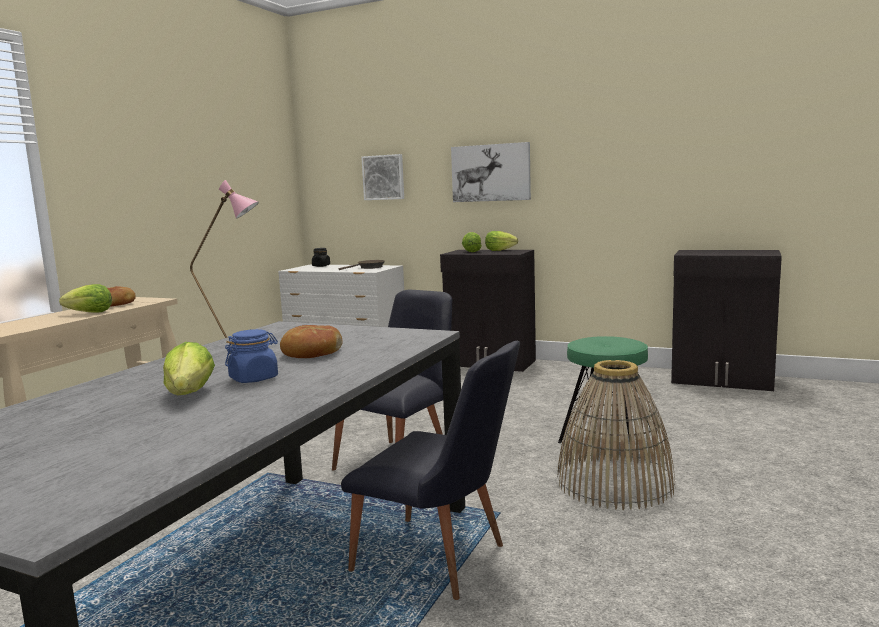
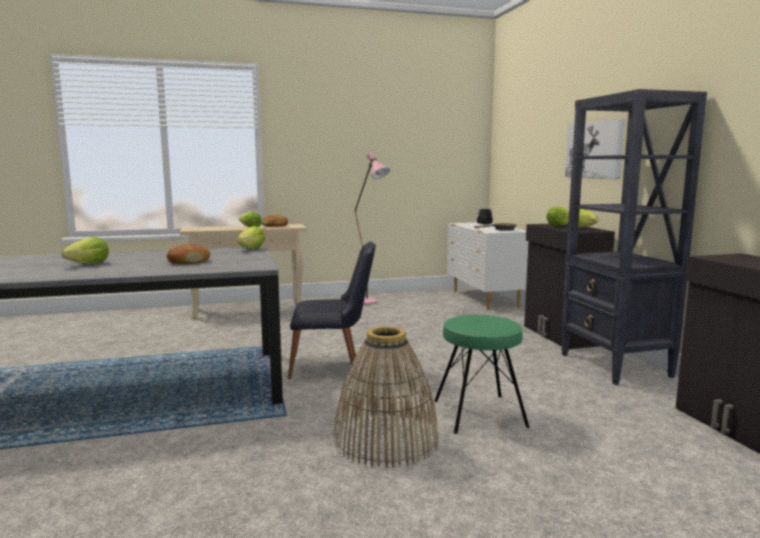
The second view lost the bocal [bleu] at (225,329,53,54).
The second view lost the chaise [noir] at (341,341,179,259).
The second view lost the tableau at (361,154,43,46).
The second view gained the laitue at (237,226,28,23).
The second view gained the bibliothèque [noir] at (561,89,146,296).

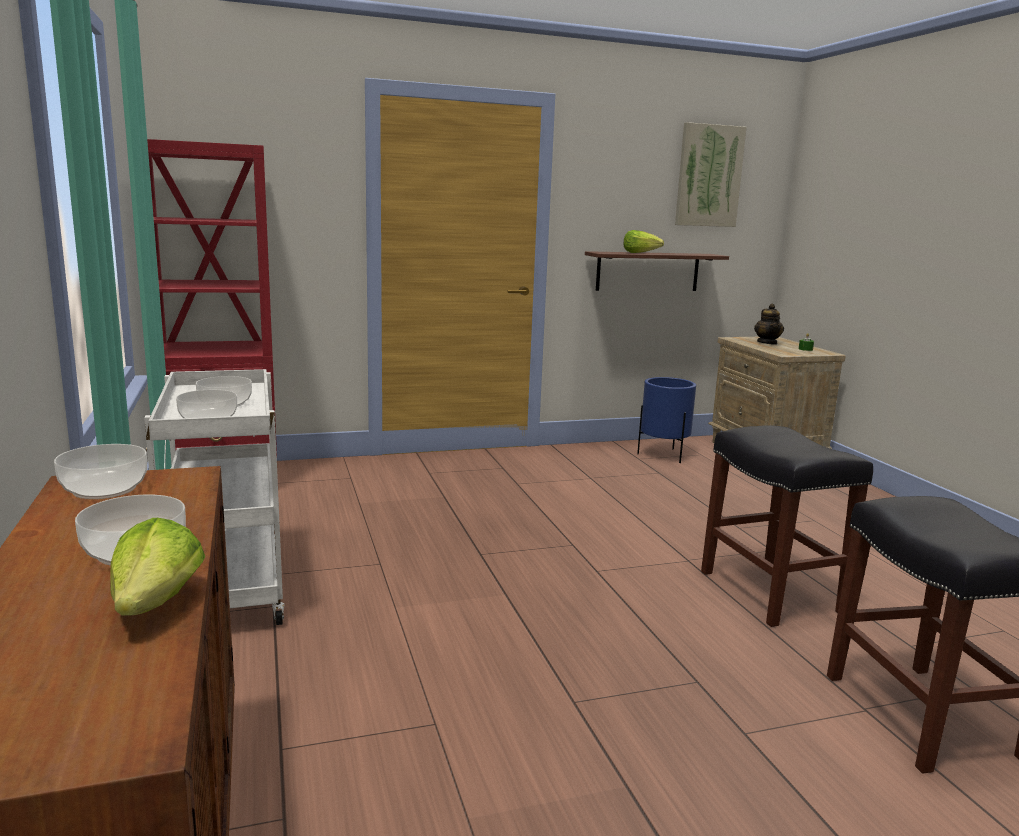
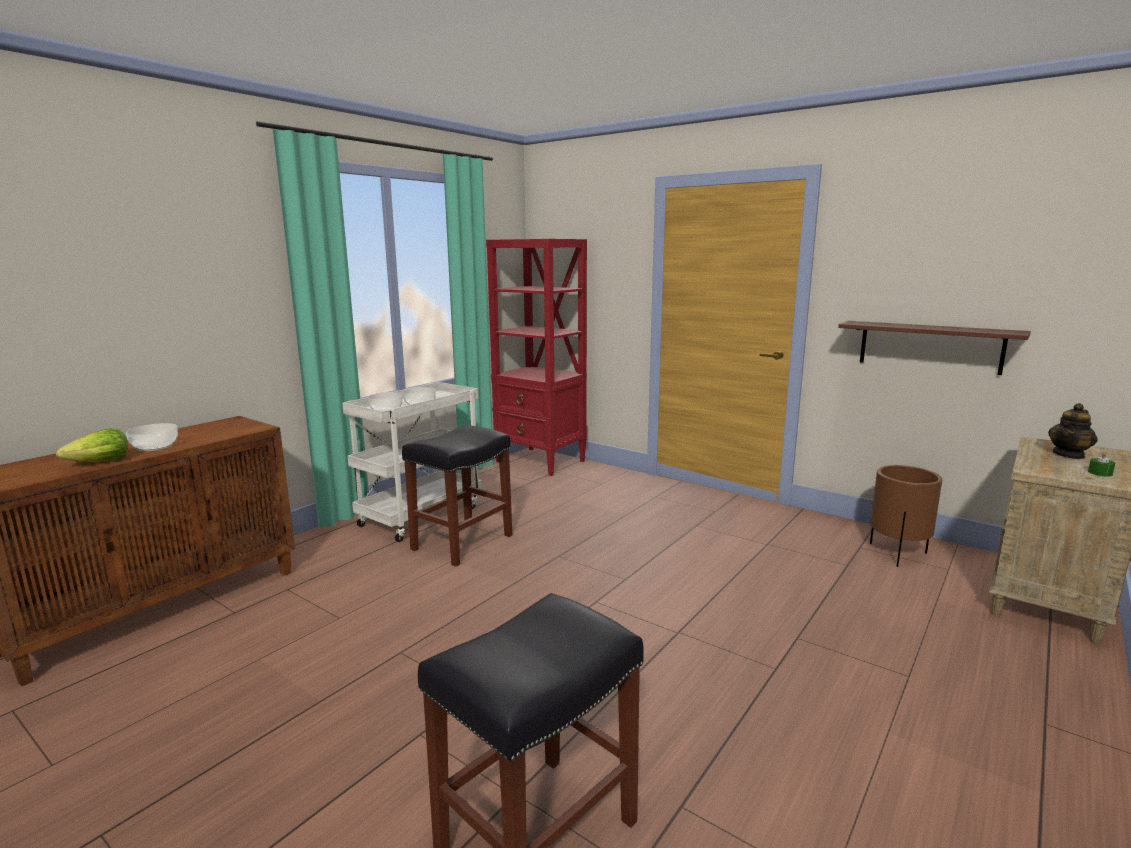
The second view lost the bol at (54,444,93,55).
The second view lost the laitue at (624,230,40,23).
What was the cache-pot [bleu] at (637,377,59,86) turned into the cache-pot [marron] at (870,465,72,102).
The second view lost the tableau at (675,122,72,105).
The tabouret [noir] ended up elsewhere, having gone from (701,425,172,202) to (402,426,110,141).

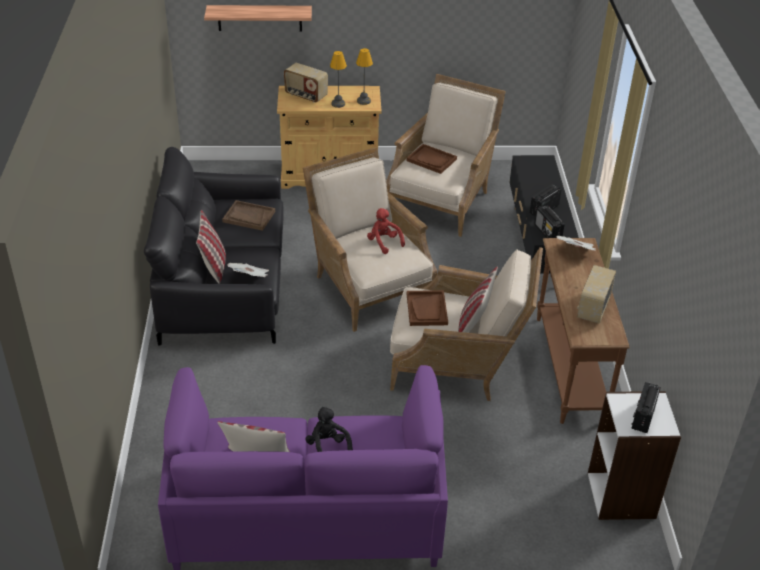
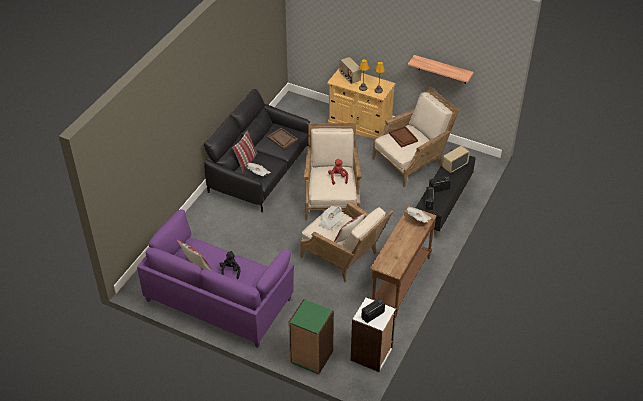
The étagère ended up elsewhere, having gone from (204,5,108,26) to (408,55,66,29).
Where the plateau [marron] stood at (407,290,41,36), the journal came to stand at (319,206,24,24).
The radio ended up elsewhere, having gone from (577,265,39,59) to (442,145,28,28).
The second view gained the bibliothèque [vert] at (288,299,46,76).

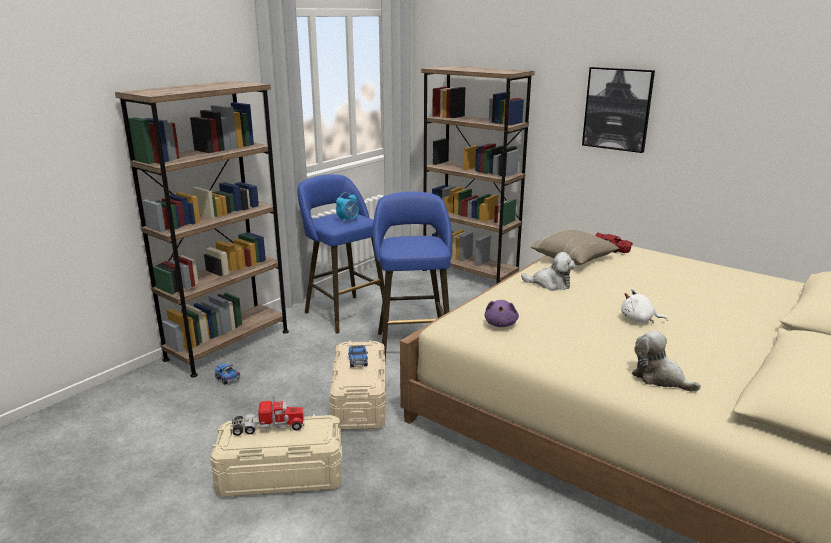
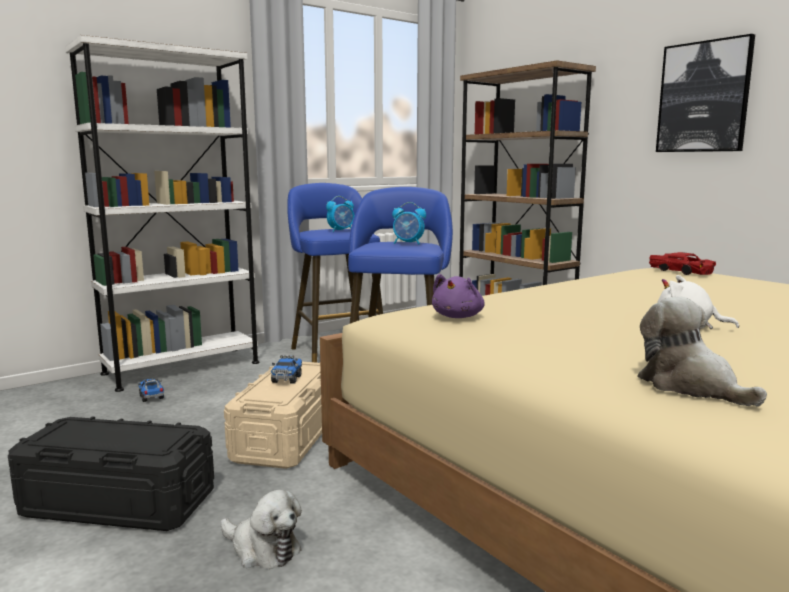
What was the bibliothèque [marron] at (115,81,174,296) turned into the bibliothèque [blanc] at (65,35,195,357).
What was the boîte de rangement [beige] at (210,414,132,83) turned into the boîte de rangement [noir] at (8,417,206,114).
The second view lost the camion jouet at (230,396,74,40).
The peluche ended up elsewhere, having gone from (521,252,55,39) to (220,490,82,79).
The second view lost the coussin [beige] at (530,229,89,36).
The second view gained the réveil at (392,202,34,42).

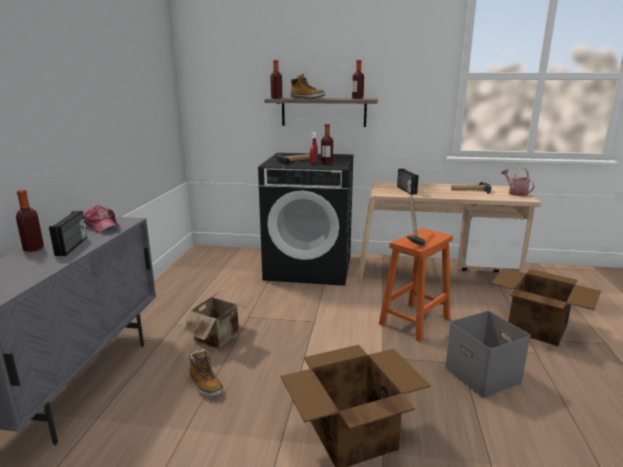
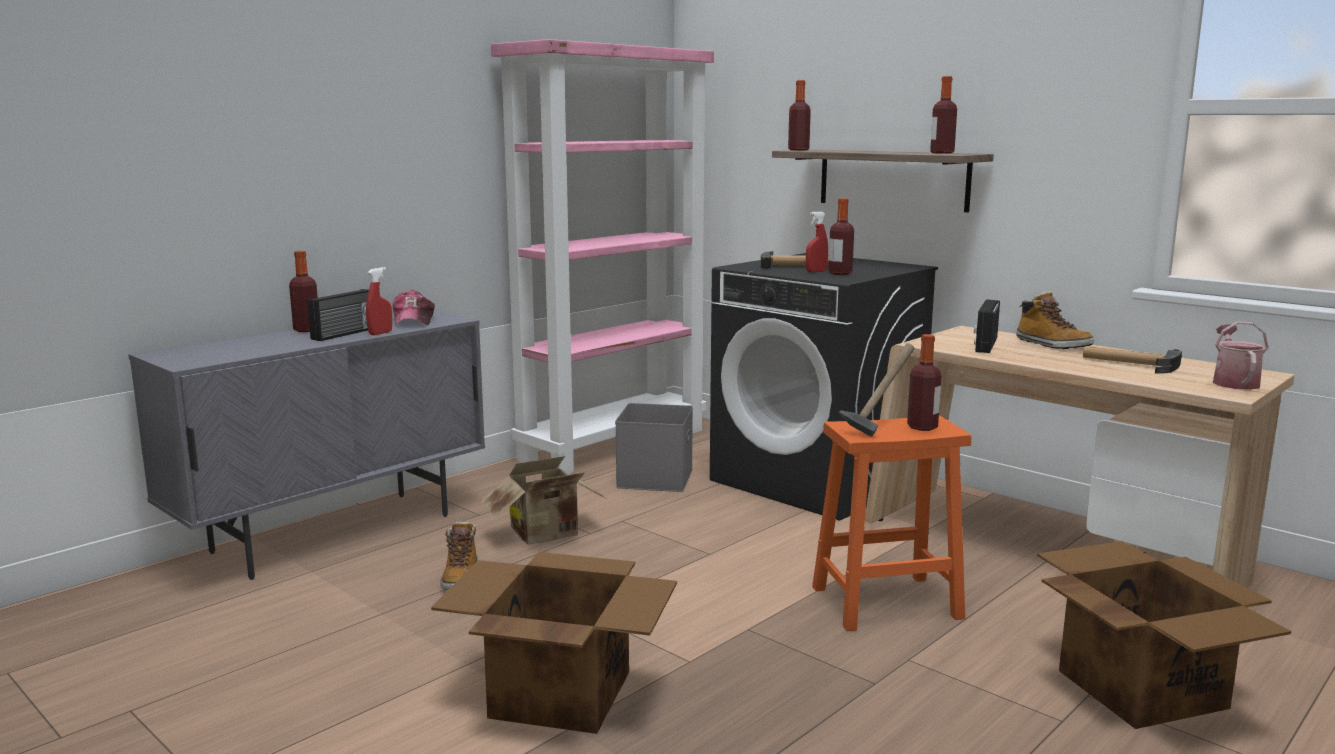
The botte ended up elsewhere, having gone from (290,74,35,25) to (1016,291,79,58).
The boîte de rangement [gris] ended up elsewhere, having gone from (445,311,86,87) to (615,403,78,89).
The second view gained the vaporisateur [rouge] at (366,267,26,68).
The second view gained the bibliothèque [rose] at (491,39,223,435).
The second view gained the bouteille at (907,334,34,97).

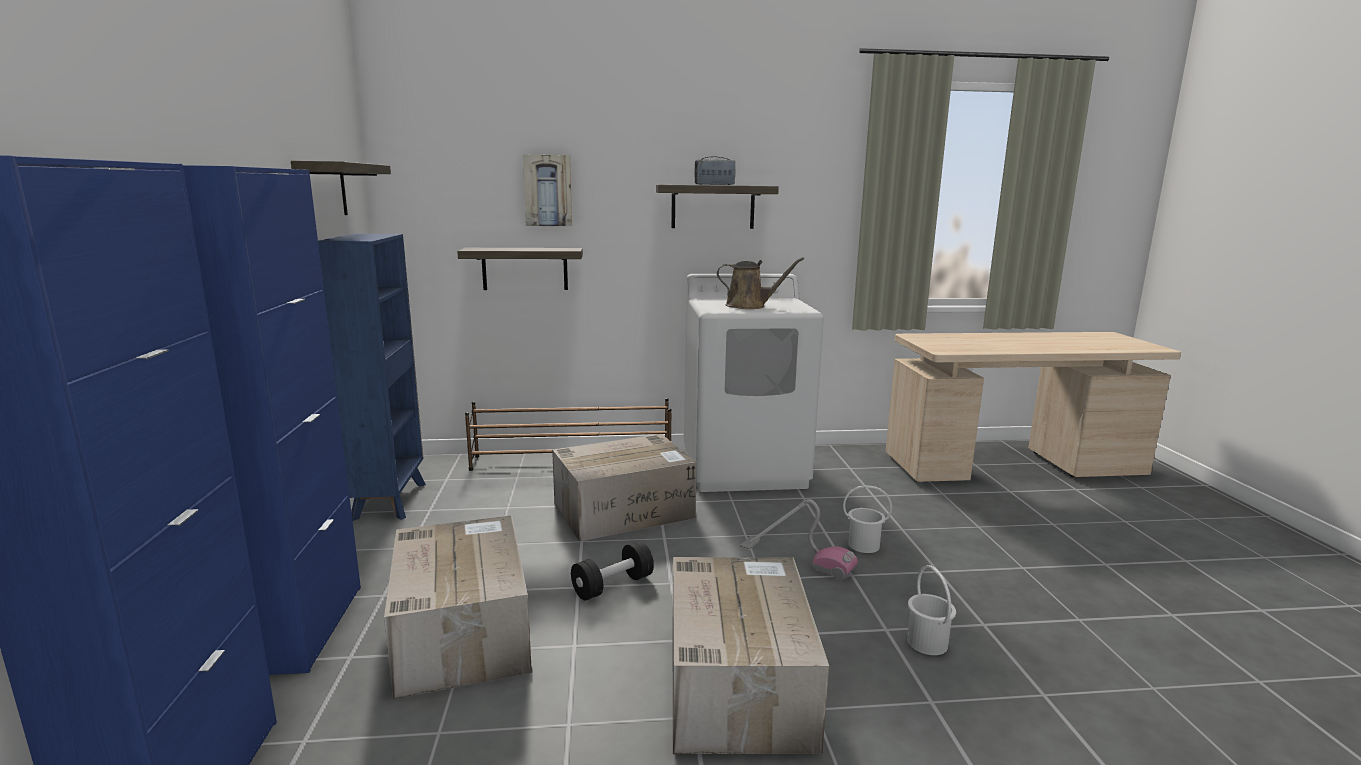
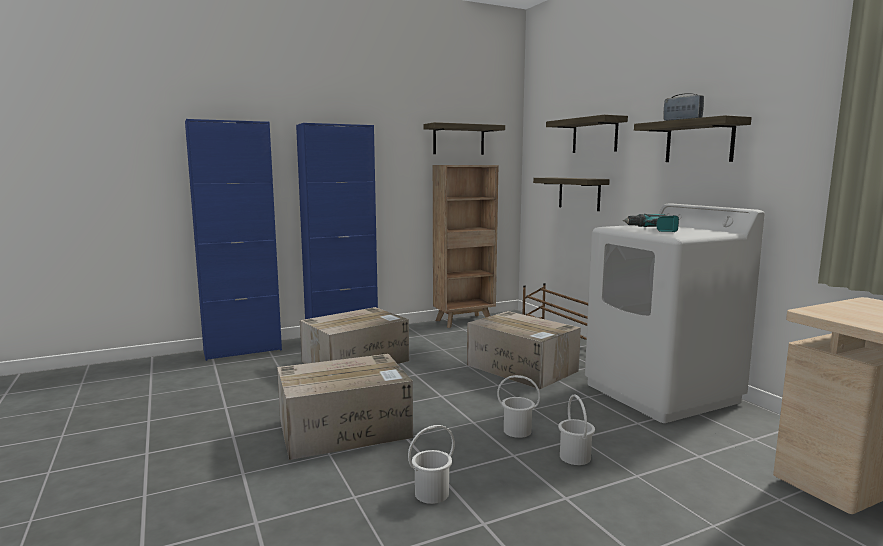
What was the bibliothèque [bleu] at (318,234,108,287) turned into the bibliothèque [marron] at (433,165,65,163).
Where the tableau hung at (523,155,49,71), the étagère came to hang at (546,115,82,38).
The second view lost the haltère [noir] at (571,541,83,60).
Where the arrosoir [marron] stood at (717,257,87,52), the perceuse came to stand at (623,214,56,18).
Where the aspirateur stood at (740,499,118,81), the seau [blanc] came to stand at (497,375,43,63).

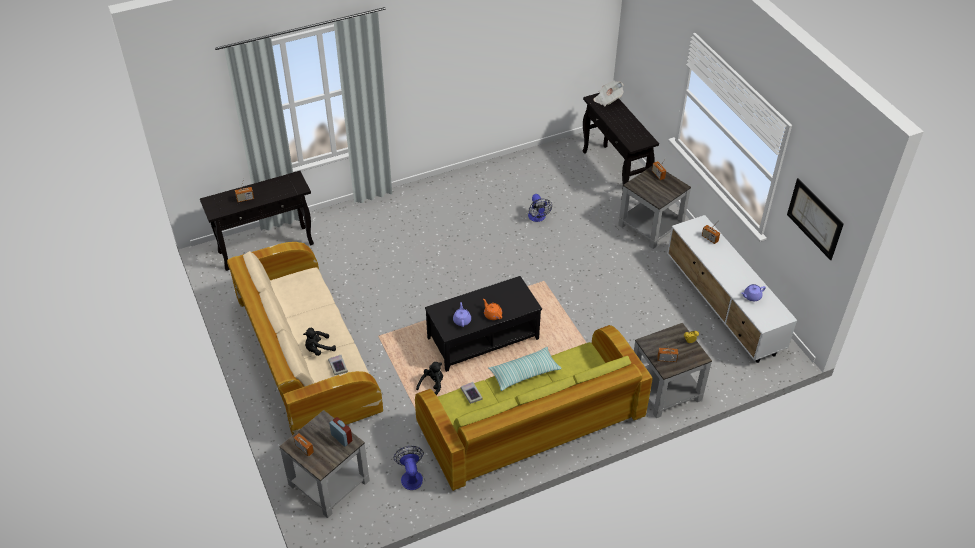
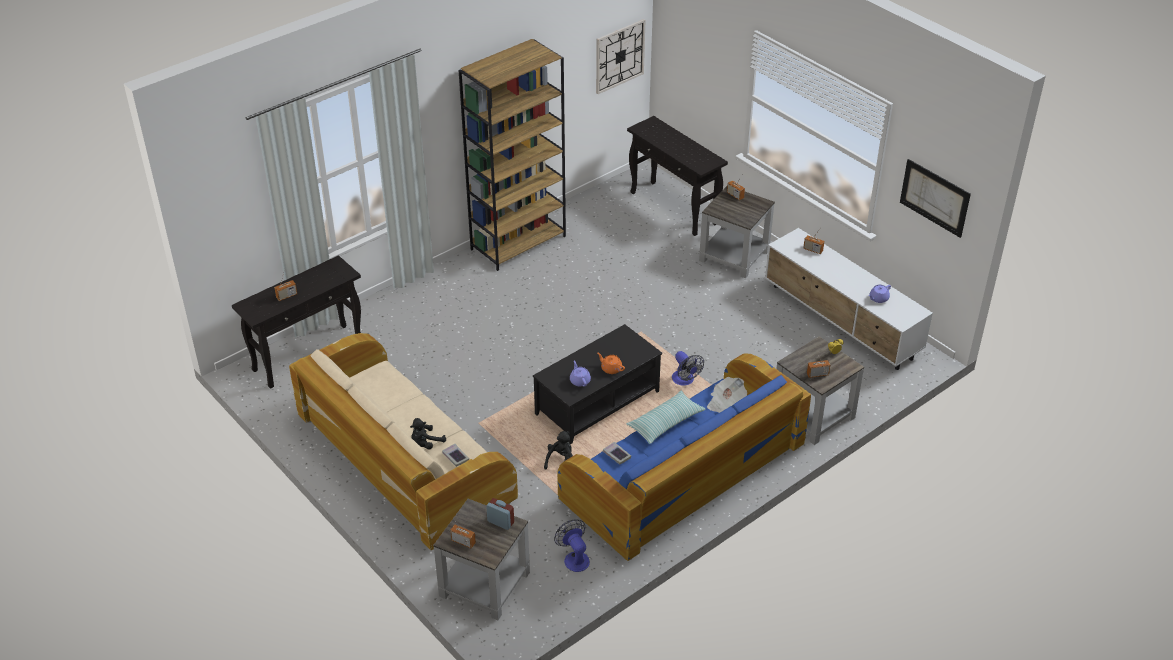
What was the canapé [vert] at (415,325,238,166) turned into the canapé [bleu] at (557,353,254,208).
The ventilateur ended up elsewhere, having gone from (528,194,24,28) to (672,351,32,35).
The journal ended up elsewhere, having gone from (594,81,30,25) to (707,377,40,36).
The second view gained the bibliothèque [marron] at (459,39,107,232).
The second view gained the horloge murale at (596,19,50,75).

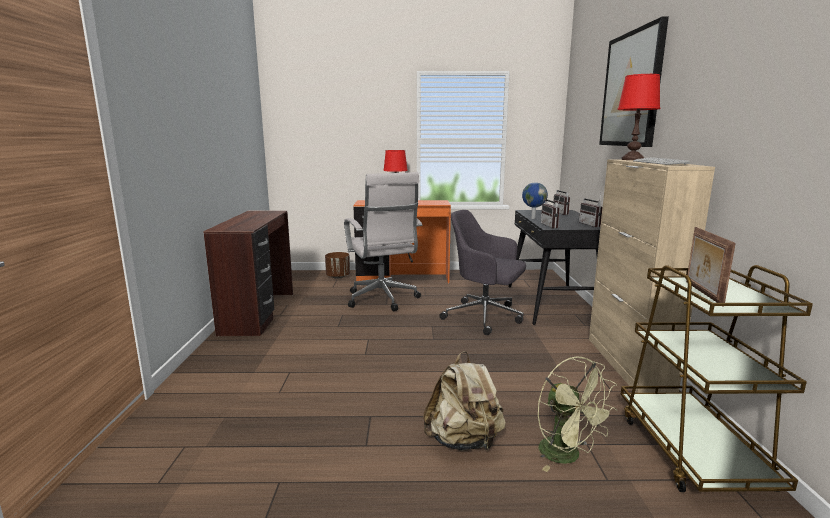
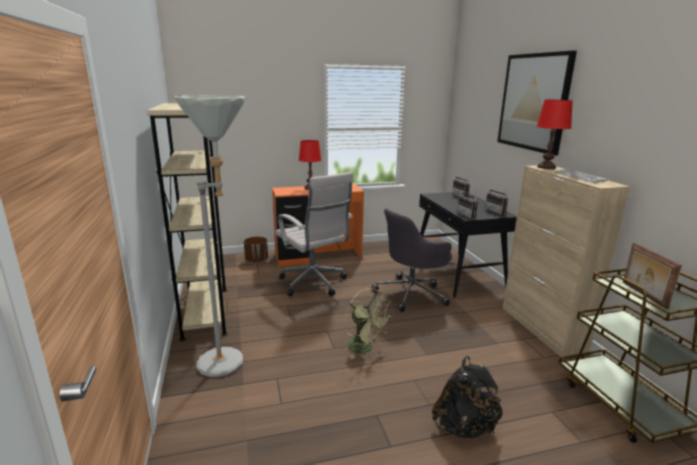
Where the bureau [marron] stood at (203,210,90,127), the bibliothèque [beige] came to stand at (147,103,80,238).
What was the sac à dos [beige] at (423,351,83,100) turned into the sac à dos [noir] at (432,356,71,82).
The chaise de bureau [gris] at (439,210,87,125) ended up facing another way, 45 degrees counterclockwise from before.
The second view lost the globe at (522,182,26,37).
The ventilateur [vert] ended up elsewhere, having gone from (538,357,79,115) to (345,288,47,71).
The second view gained the lampadaire [gris] at (174,95,71,282).

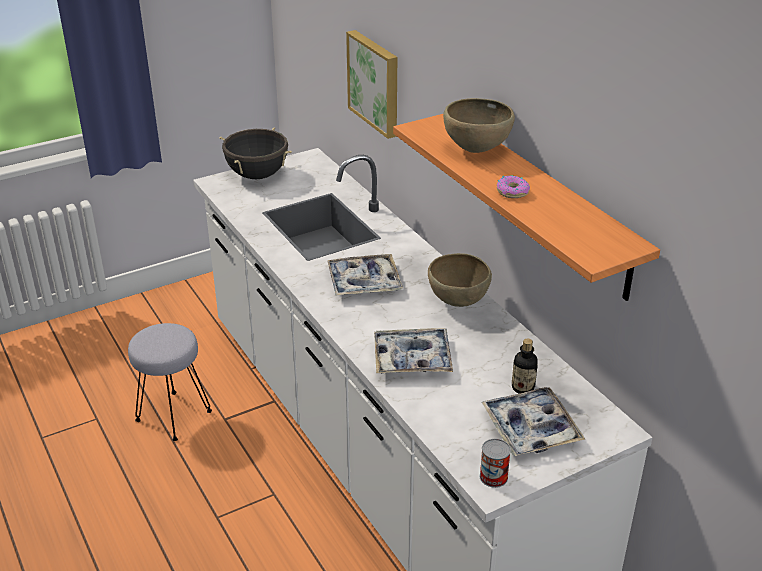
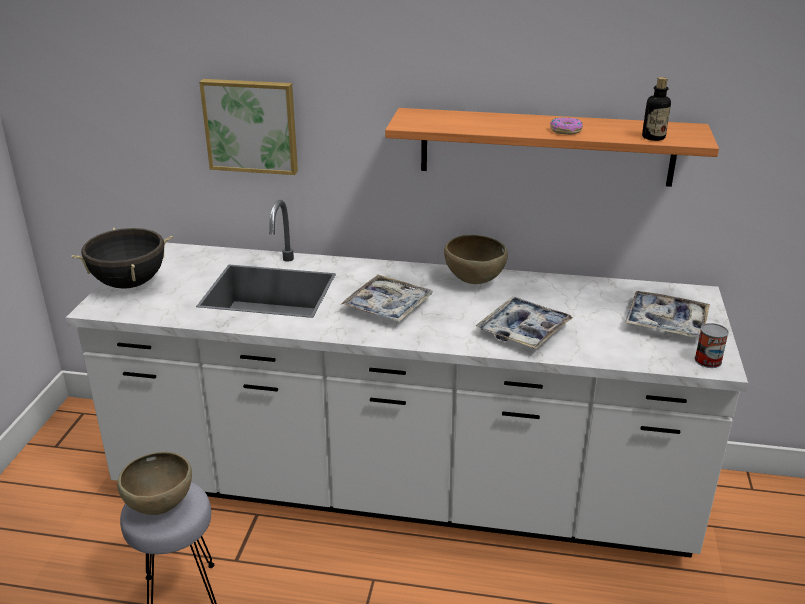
The bol [marron] ended up elsewhere, having gone from (443,98,72,55) to (117,452,75,63).
The bouteille ended up elsewhere, having gone from (512,339,26,55) to (642,77,29,64).

